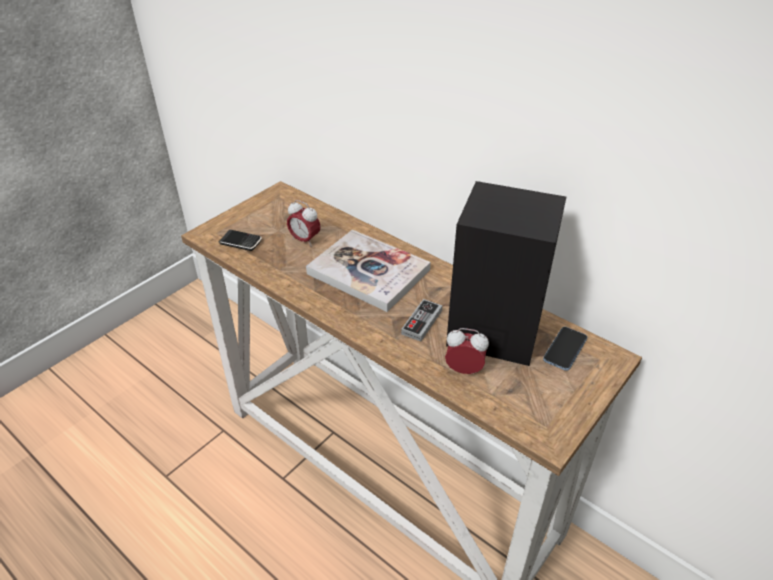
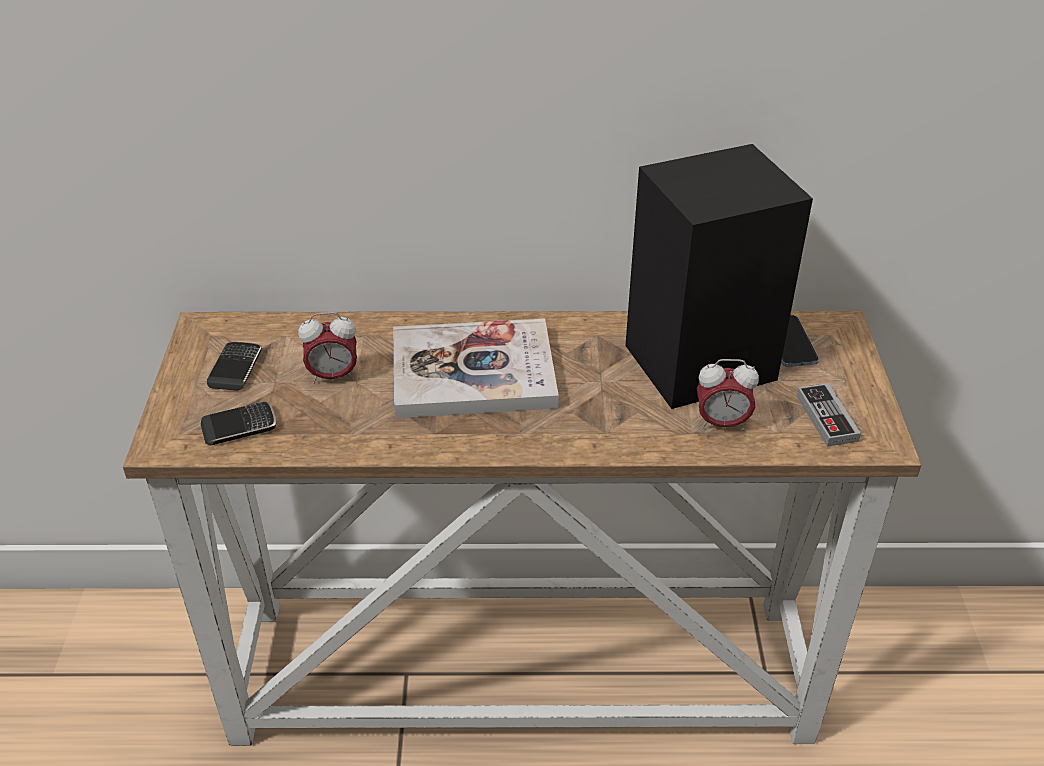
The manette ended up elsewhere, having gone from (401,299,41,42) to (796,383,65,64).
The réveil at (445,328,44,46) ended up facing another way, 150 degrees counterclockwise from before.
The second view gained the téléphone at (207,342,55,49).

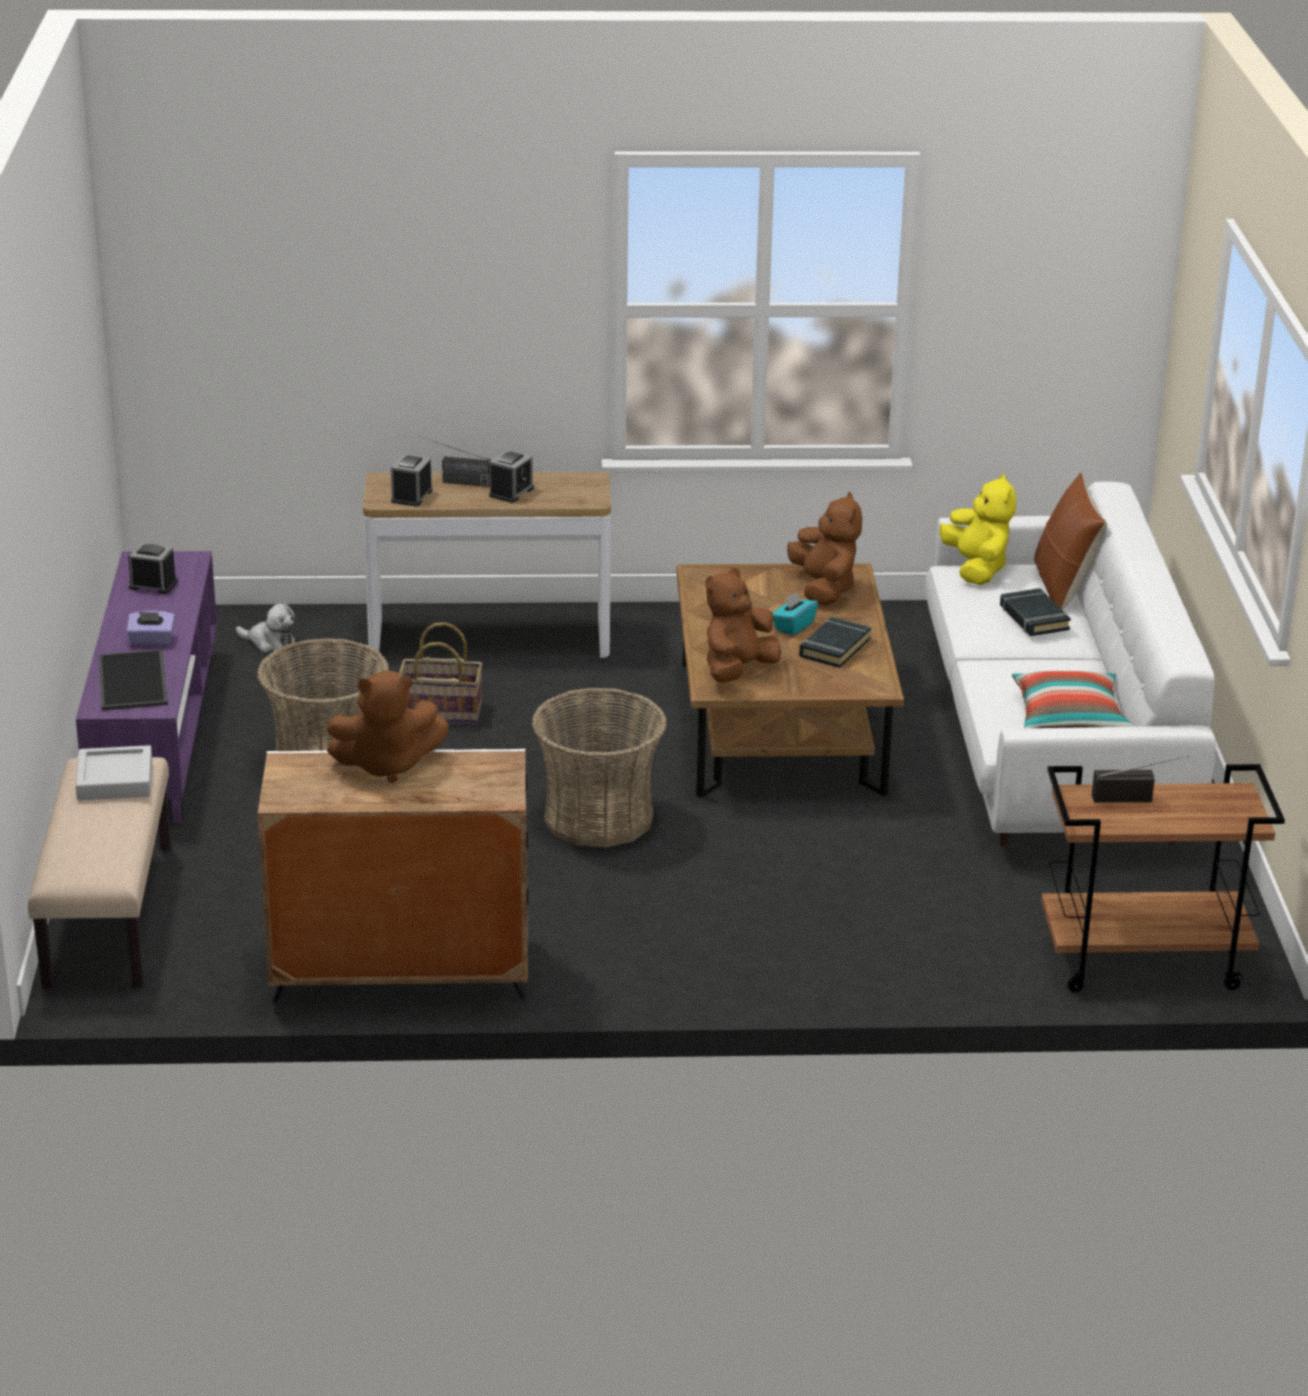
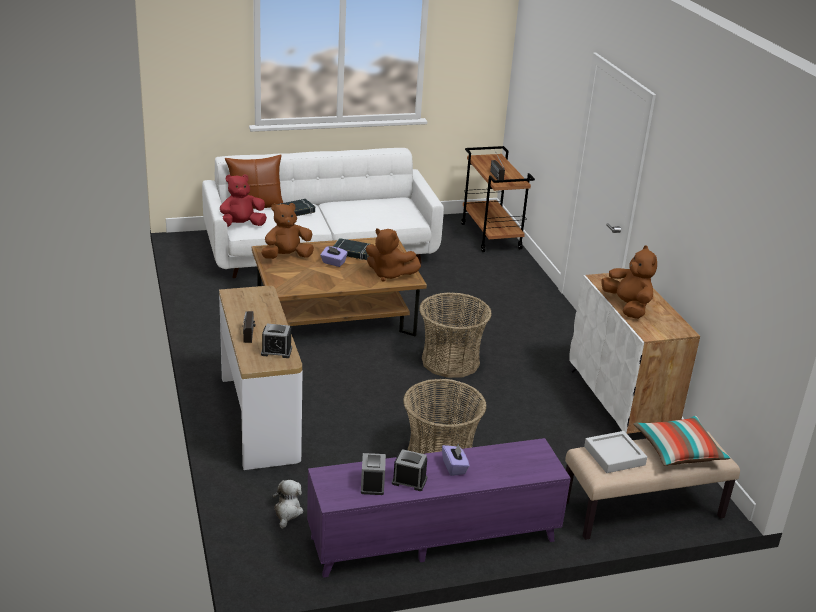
The second view lost the plateau at (98,649,70,62).
The second view lost the panier at (399,622,84,101).
The réveil ended up elsewhere, having gone from (489,450,45,53) to (392,449,35,42).
What was the boîte à mouchoirs [turquoise] at (773,591,45,44) turned into the boîte à mouchoirs [violet] at (320,246,28,21).
What was the peluche [jaune] at (940,473,76,112) turned into the peluche [rouge] at (220,174,47,53).
The coussin ended up elsewhere, having gone from (1012,671,122,57) to (633,416,98,50).

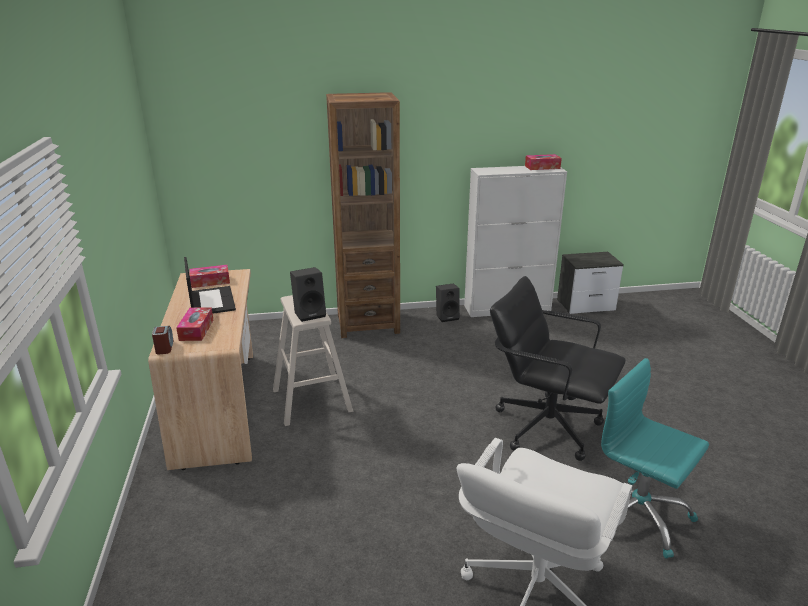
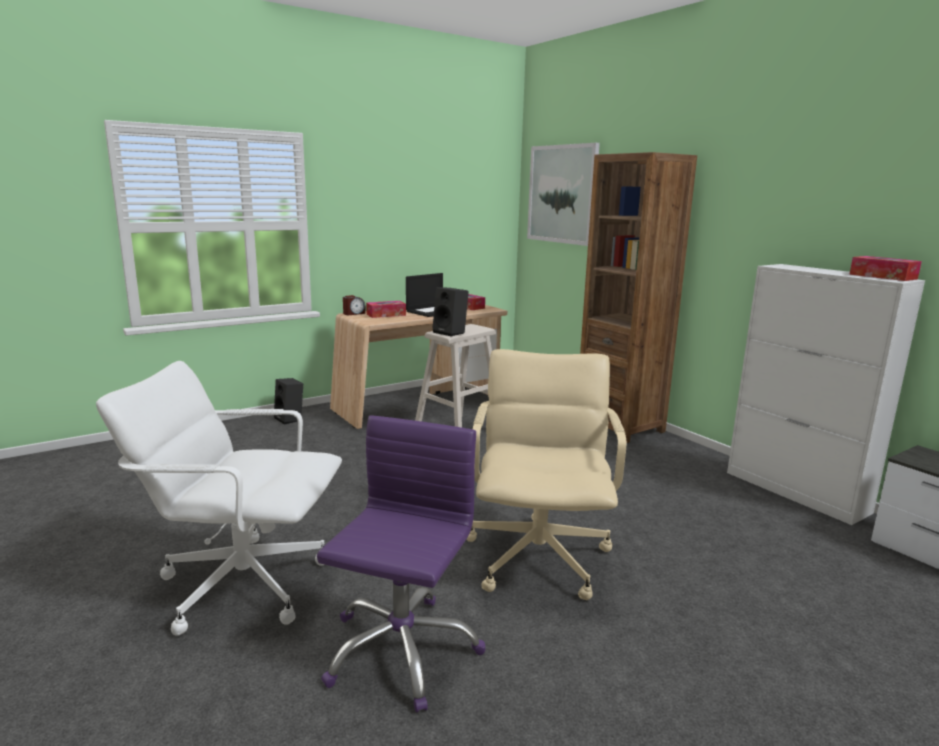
The enceinte [noir] ended up elsewhere, having gone from (436,283,24,39) to (274,378,29,46).
What was the chaise de bureau [noir] at (490,276,136,185) turned into the chaise de bureau [beige] at (466,349,160,251).
What was the chaise de bureau [turquoise] at (601,358,108,200) turned into the chaise de bureau [violet] at (317,415,168,298).
The second view gained the tableau at (527,143,73,103).

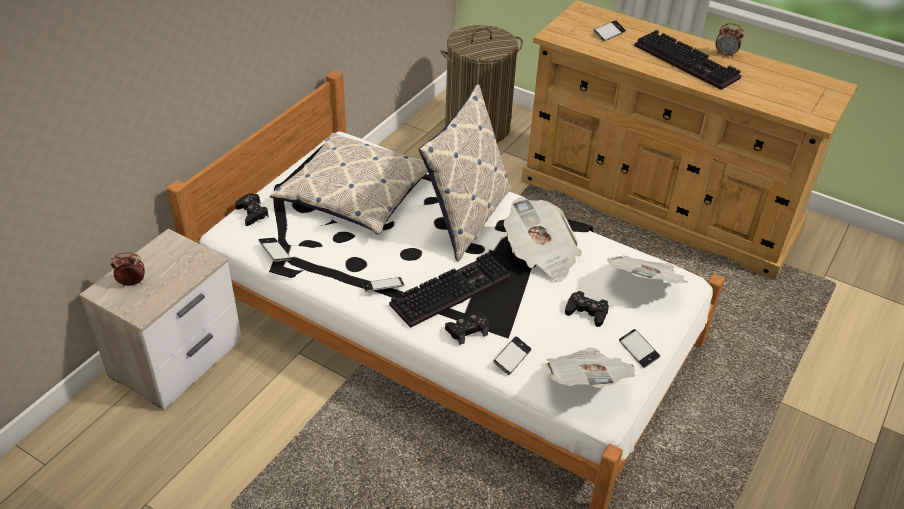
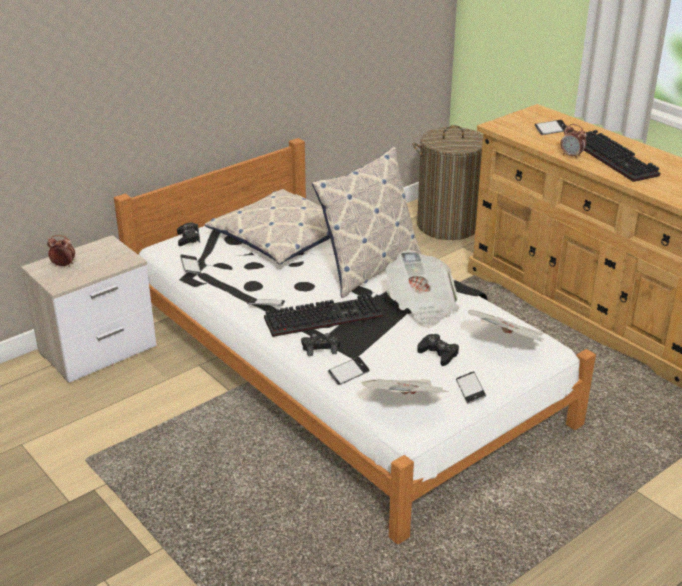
The réveil ended up elsewhere, having gone from (716,23,28,35) to (561,124,26,35).

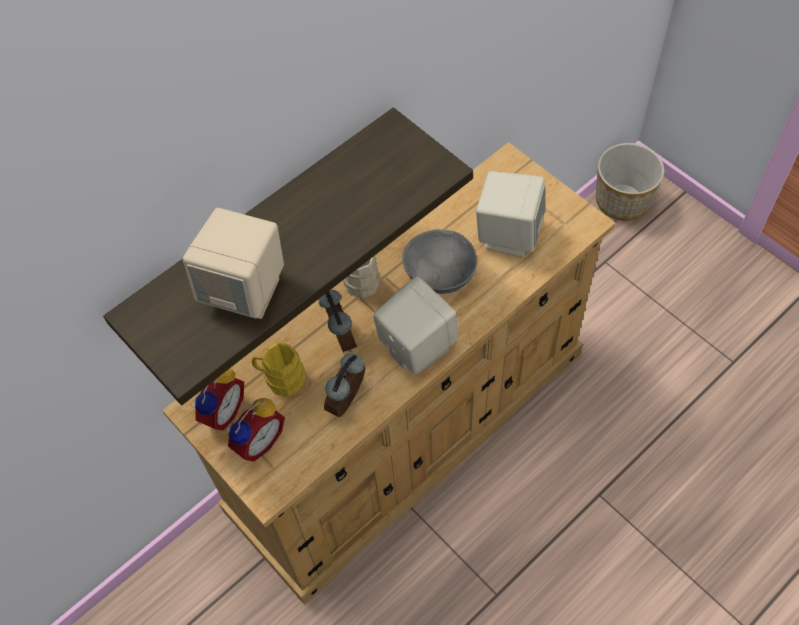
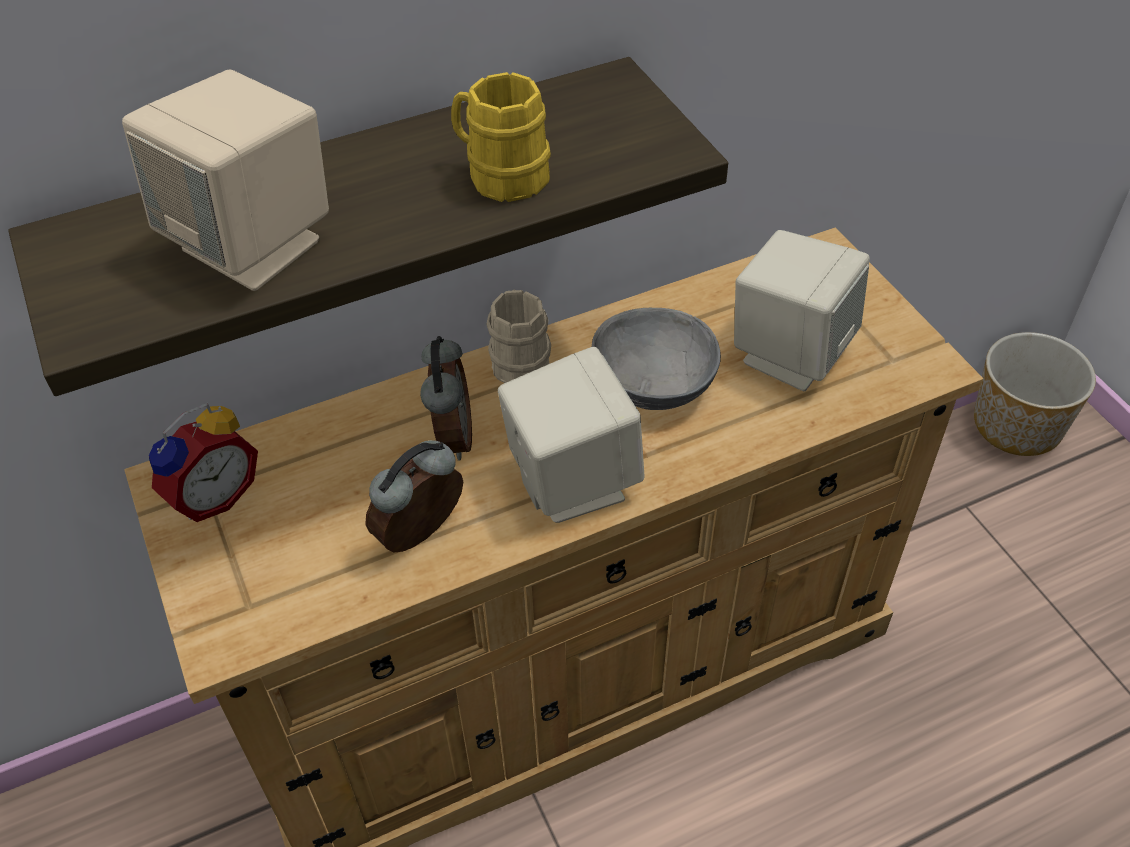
The second view lost the réveil at (226,397,59,65).
The mug [jaune] ended up elsewhere, having gone from (252,343,54,54) to (451,72,100,130).

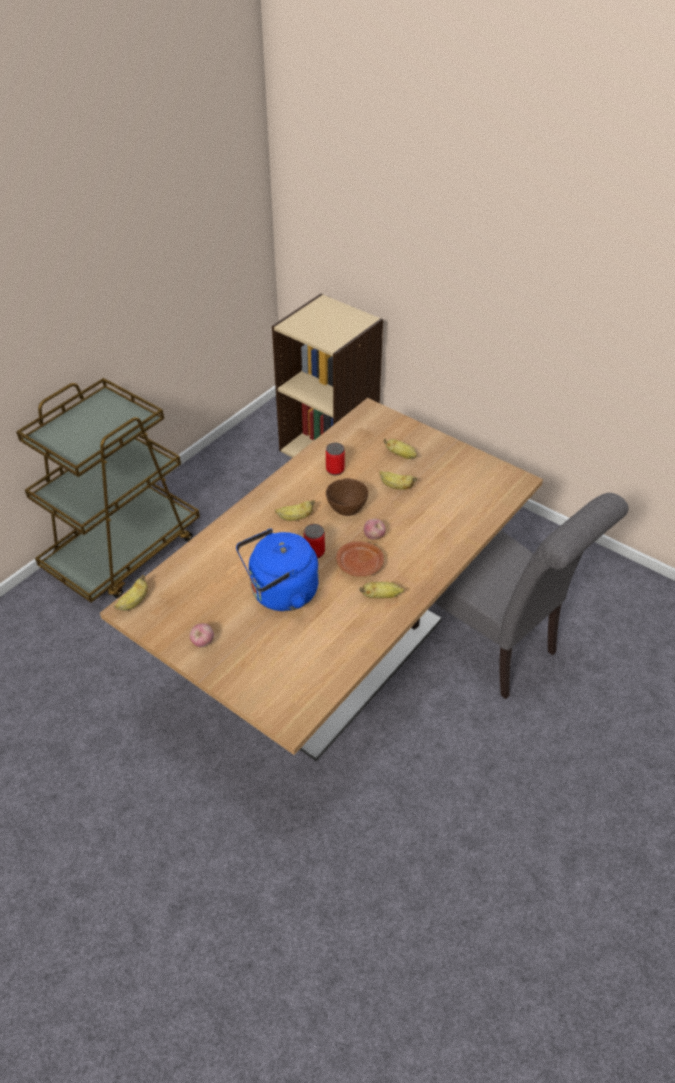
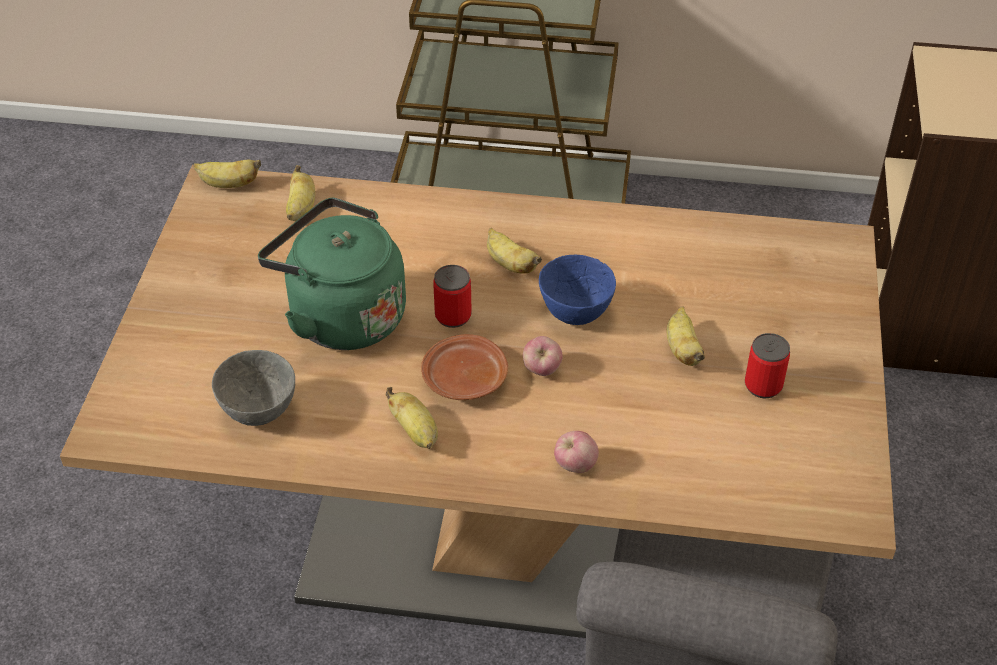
The pomme ended up elsewhere, having gone from (189,623,25,24) to (554,431,45,42).
What was the bouilloire [bleu] at (236,529,83,82) turned into the bouilloire [vert] at (258,197,148,153).
The boîte métallique ended up elsewhere, having gone from (326,443,19,32) to (745,333,45,65).
What was the bol [marron] at (326,478,42,38) turned into the bol [bleu] at (539,255,77,70).
The banane ended up elsewhere, having gone from (384,438,33,21) to (286,165,29,56).
The second view gained the bol [gris] at (212,350,83,76).

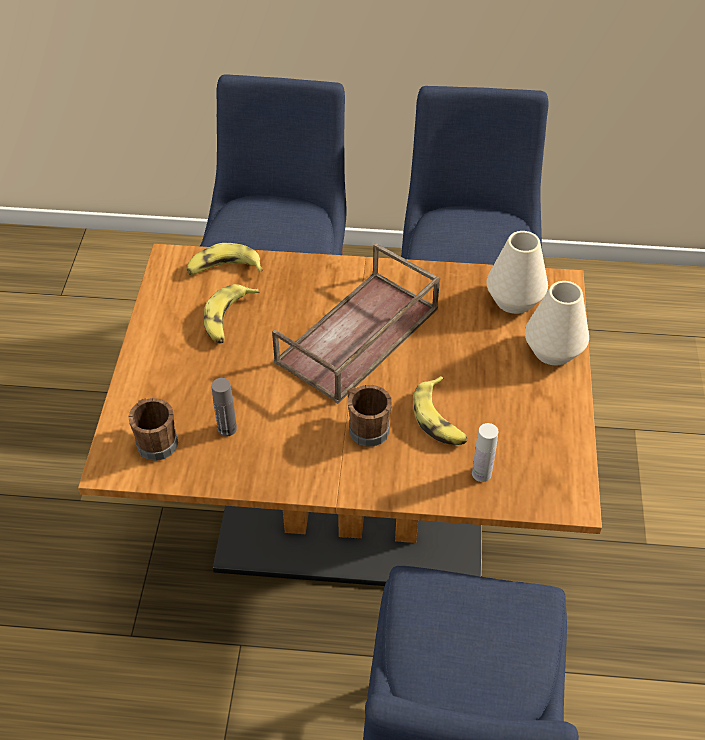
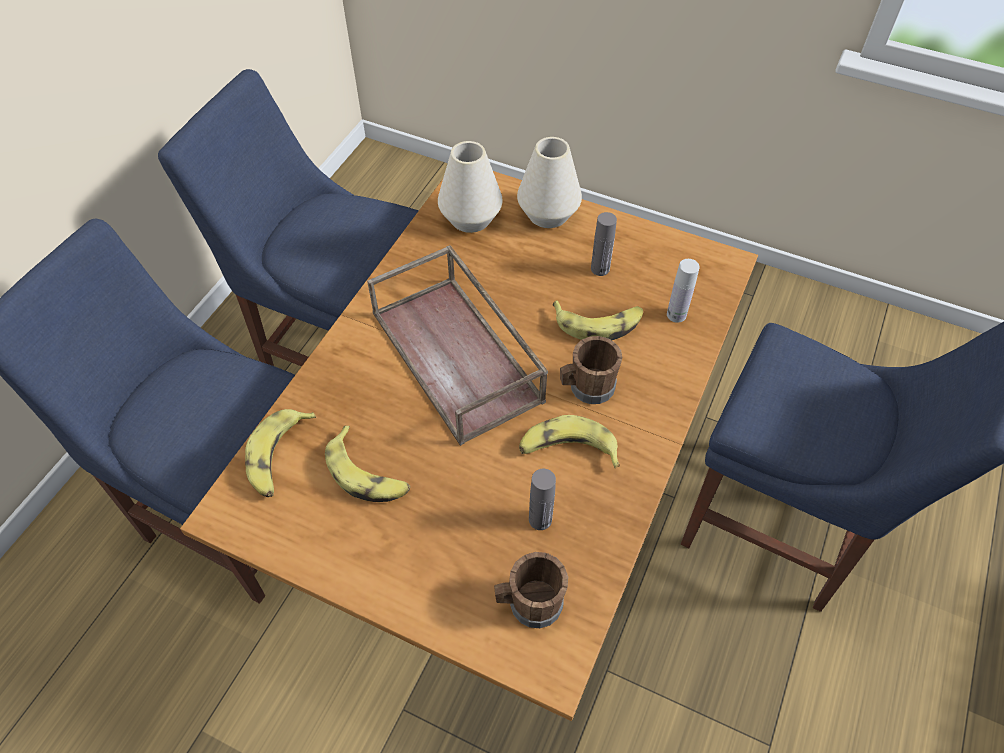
The second view gained the banane at (519,415,101,54).
The second view gained the bouteille [gris] at (591,212,26,64).

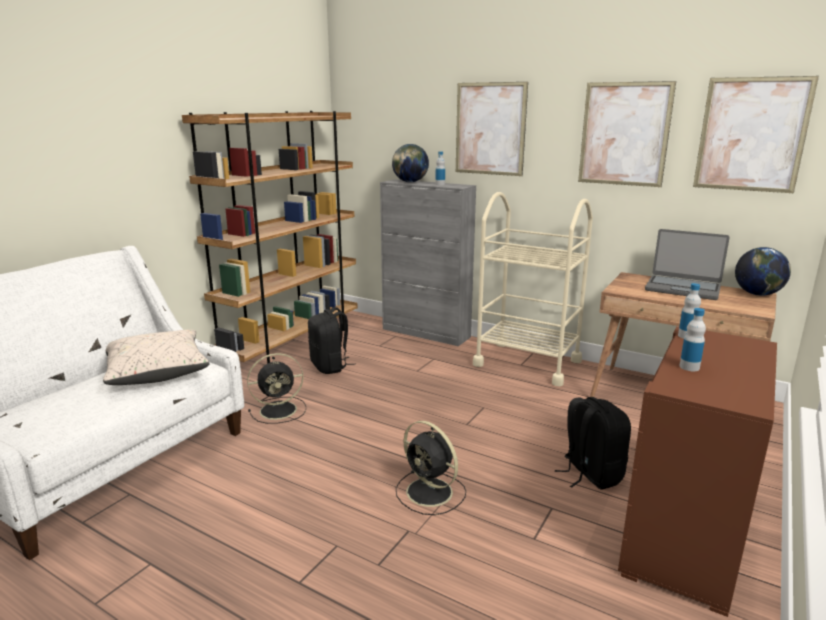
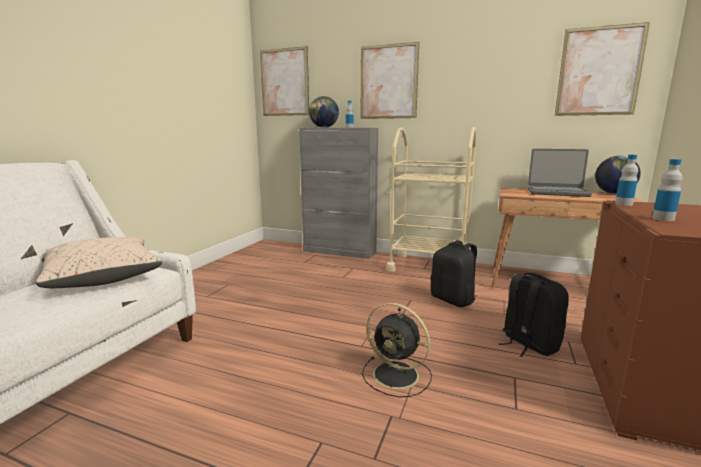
The second view lost the bibliothèque [marron] at (182,111,175,253).
The second view lost the ventilateur [noir] at (247,353,59,71).
The sac à dos [noir] ended up elsewhere, having gone from (308,307,48,67) to (431,240,46,67).
The tableau ended up elsewhere, having gone from (578,81,98,106) to (260,46,49,70).

